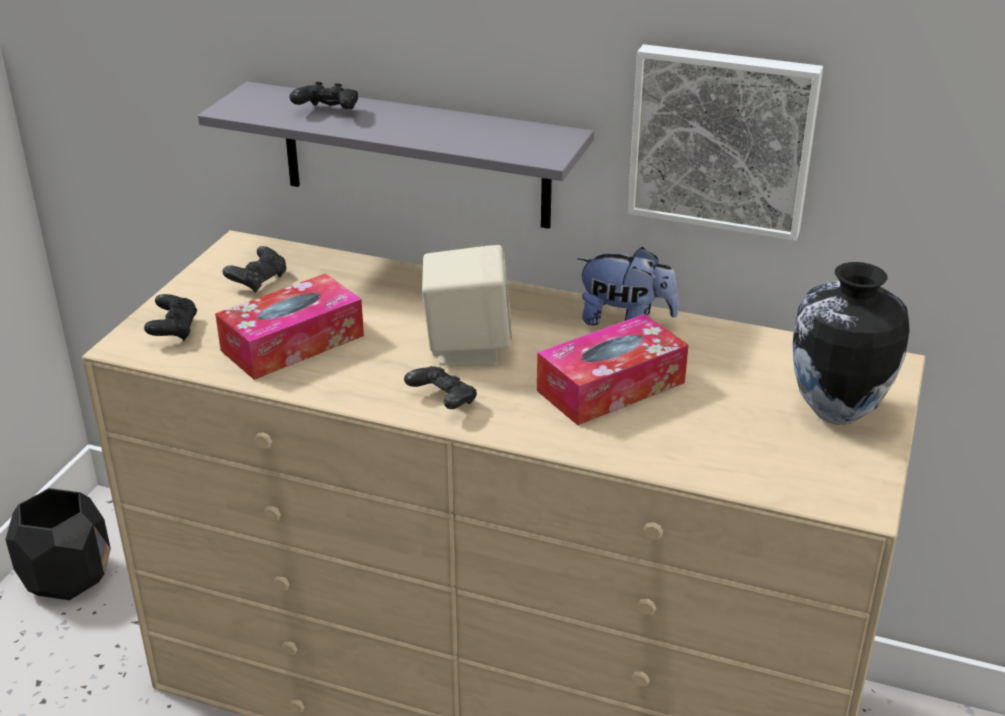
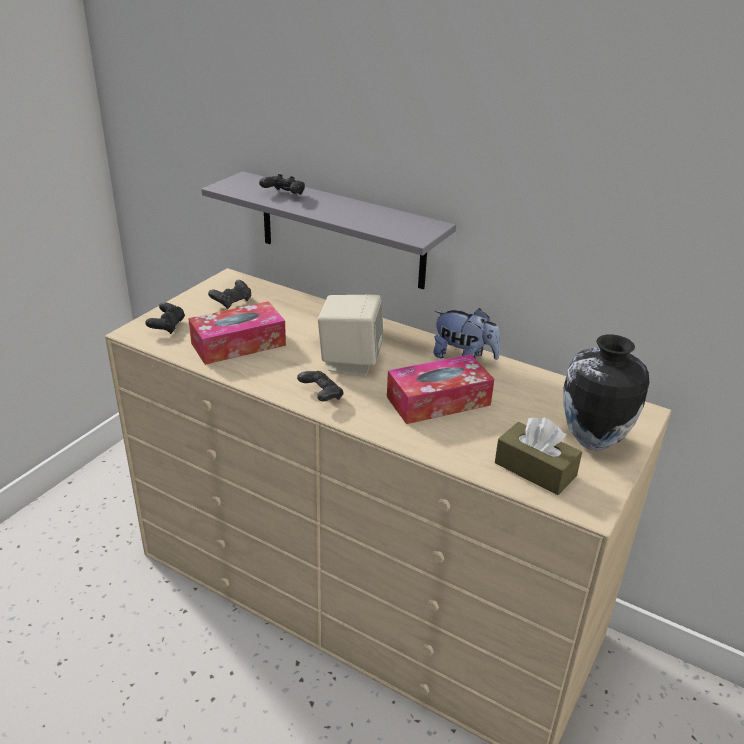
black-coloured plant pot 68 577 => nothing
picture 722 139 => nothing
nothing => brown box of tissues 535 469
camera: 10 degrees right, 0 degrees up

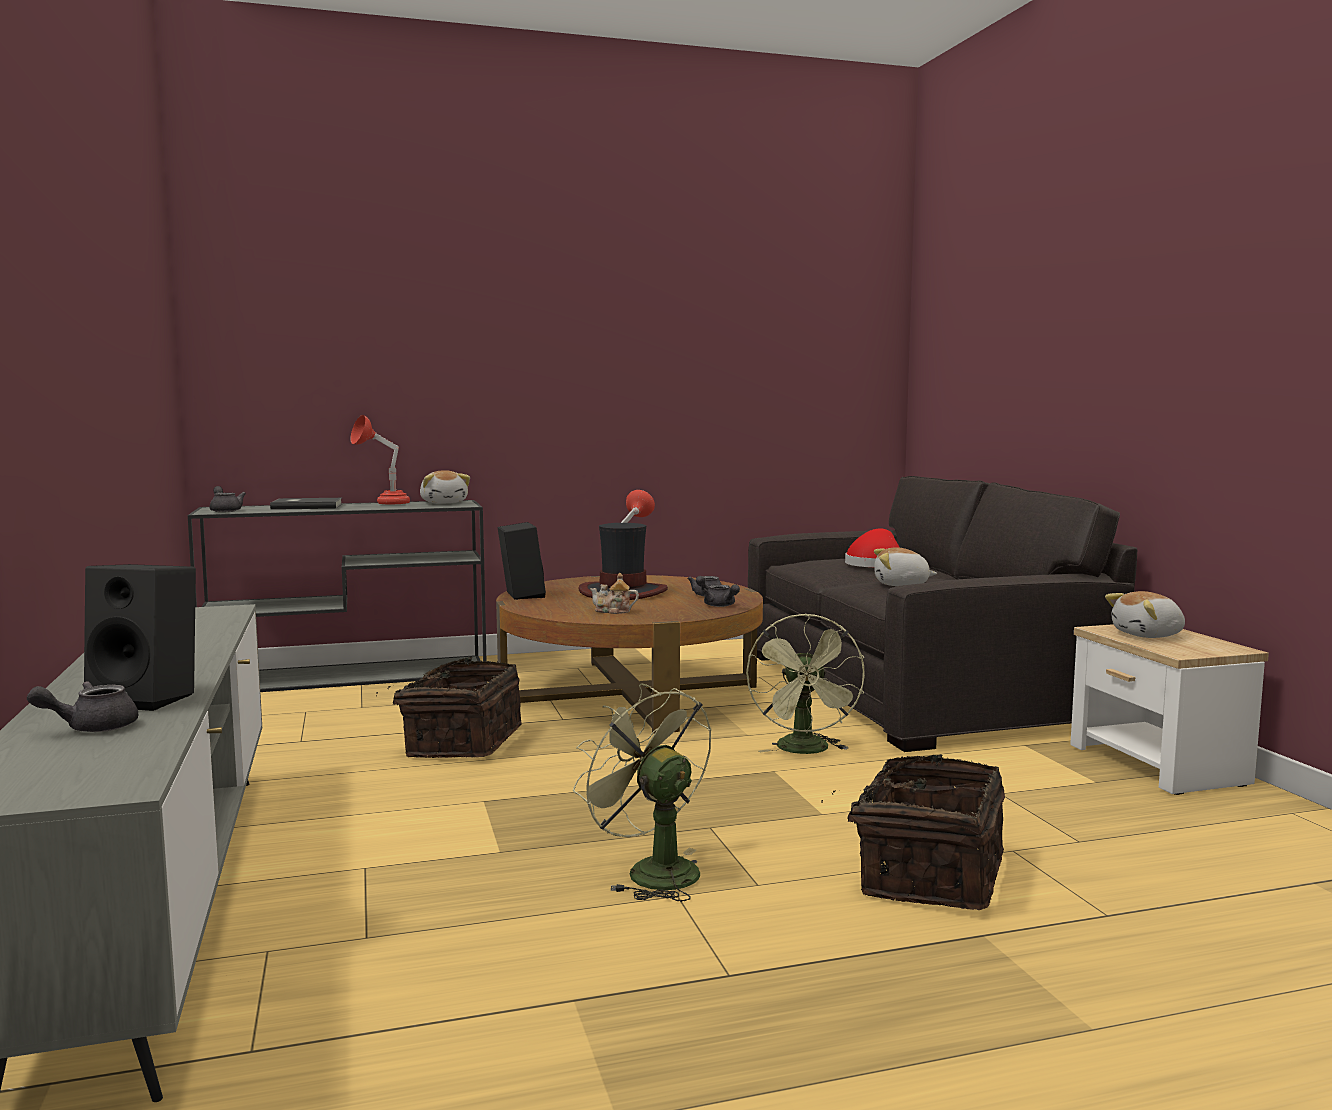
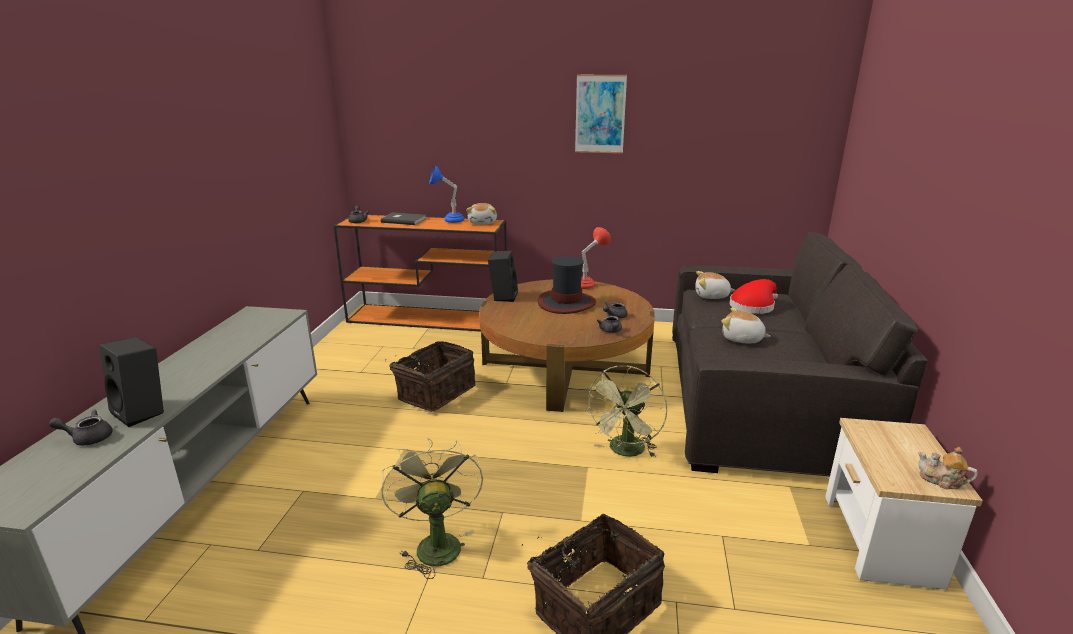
grey console table 351 675 => orange-coloured console table 430 318
red table lamp 383 503 => blue-coloured table lamp 448 220
tea pot 613 611 => tea pot 941 481, moved
cuddly toy 1148 635 => cuddly toy 711 296, moved
nothing => picture 600 114
camera: 25 degrees right, 15 degrees up

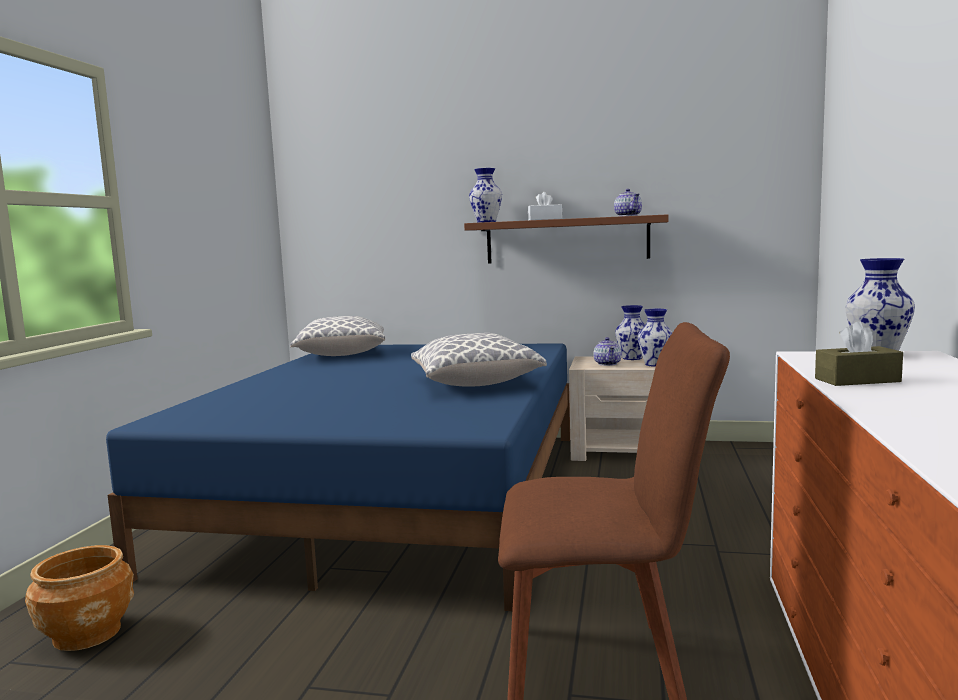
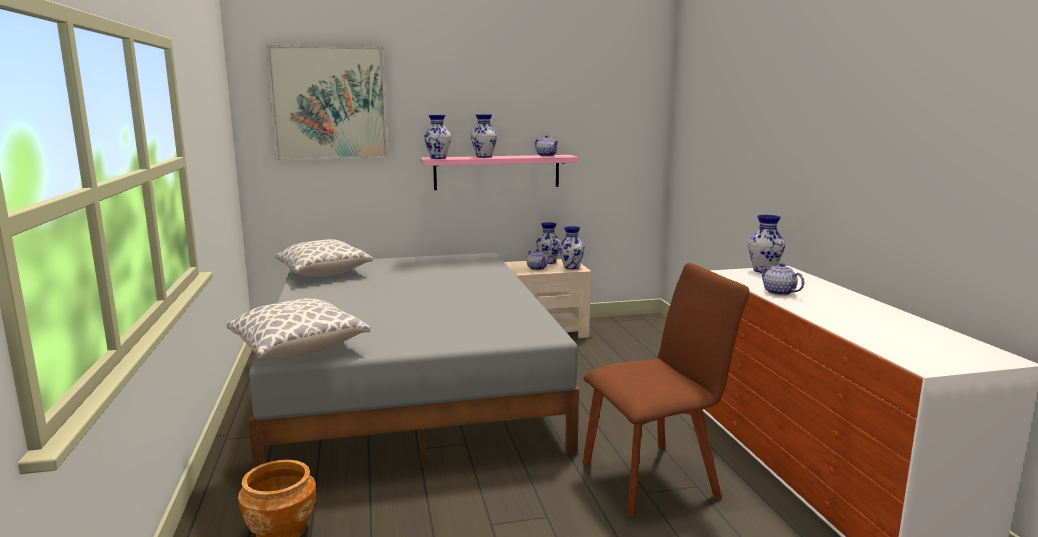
blue-coloured bed 398 494 => grey bed 410 386
throw pillow 475 384 => throw pillow 299 349, moved
brown bracket shelf 566 240 => pink-coloured bracket shelf 497 172
white-coloured box of tissues 545 219 => vase 484 157
brown box of tissues 857 380 => tea pot 779 292
nothing => picture 329 103
camera: 25 degrees left, 5 degrees up

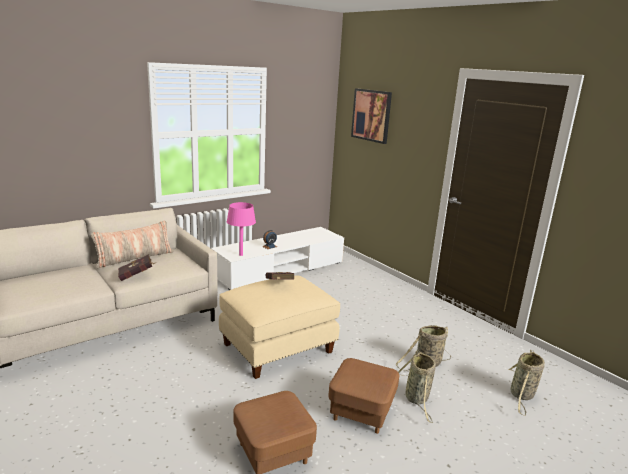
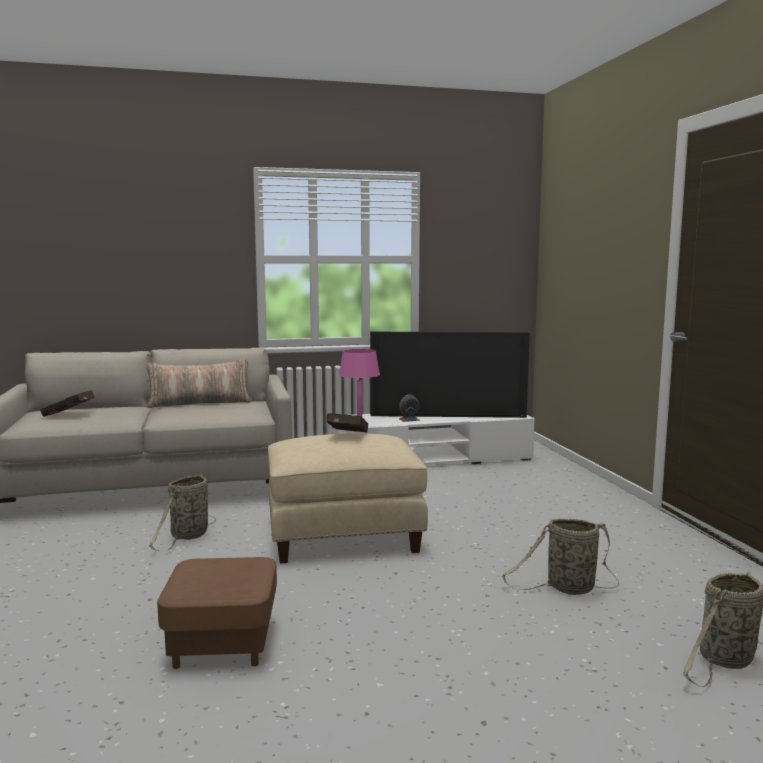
red bound book 137 276 => red bound book 70 415, moved
brown pouffe 361 411 => nothing
picture 371 115 => nothing
household basket 417 399 => household basket 188 536, moved
nothing => TV 448 414
camera: 25 degrees right, 10 degrees down

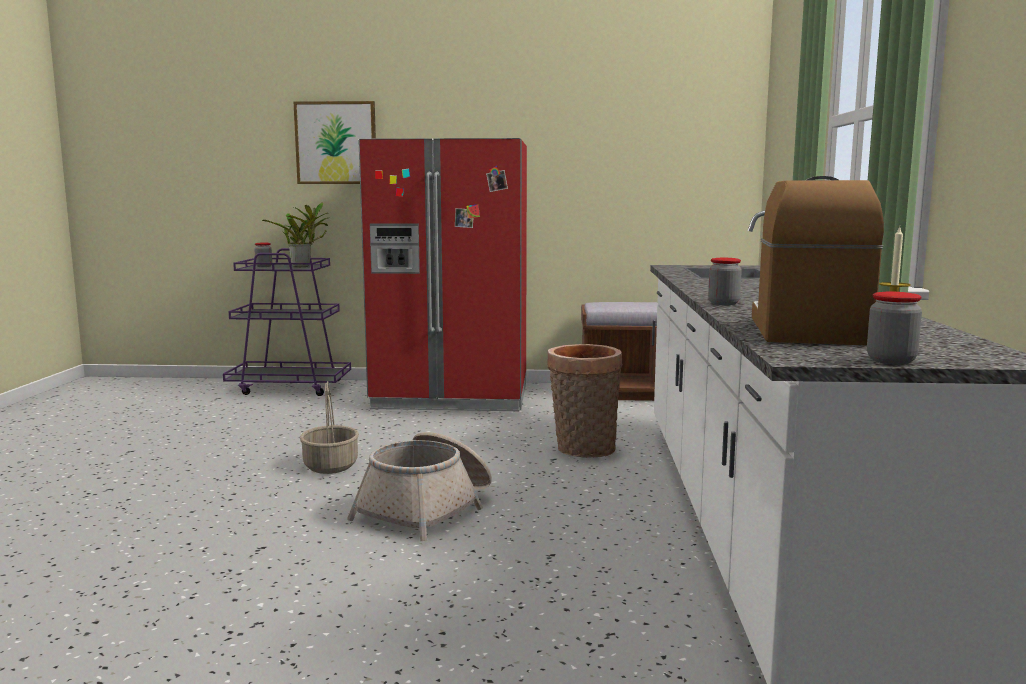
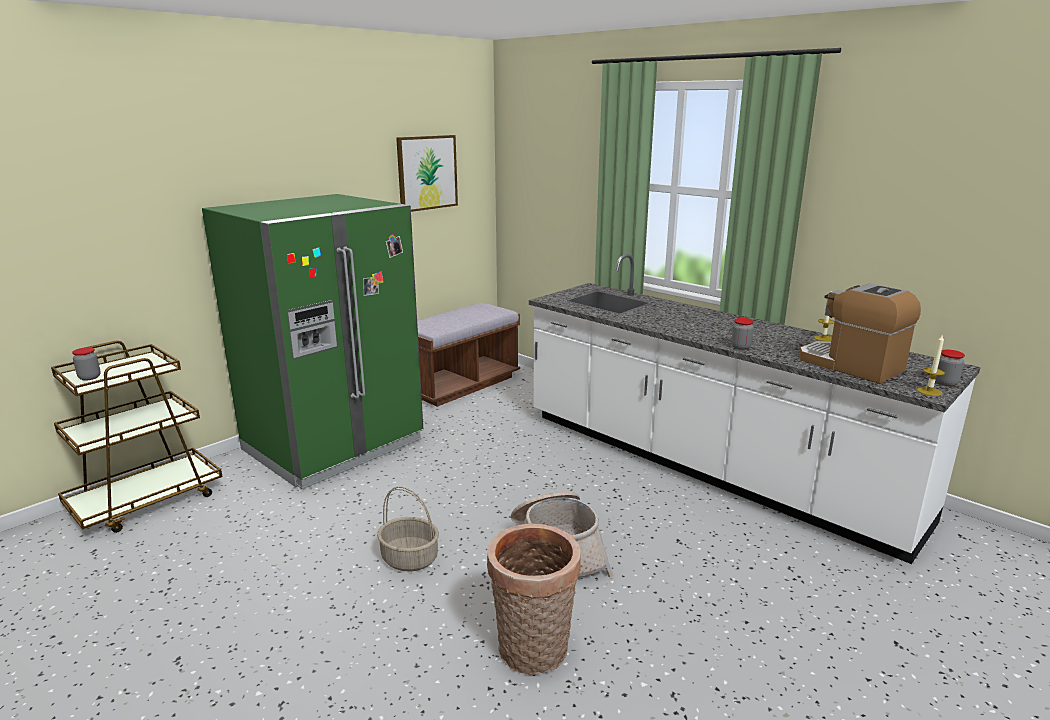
purple-coloured cart 290 387 => brown cart 147 501
houseplant 303 266 => nothing
picture 336 143 => picture 427 172, moved
red refrigerator 452 397 => greenish refrigerator 334 445
household basket 583 450 => household basket 533 653, moved
nothing => wax light 929 391
camera: 50 degrees left, 10 degrees up

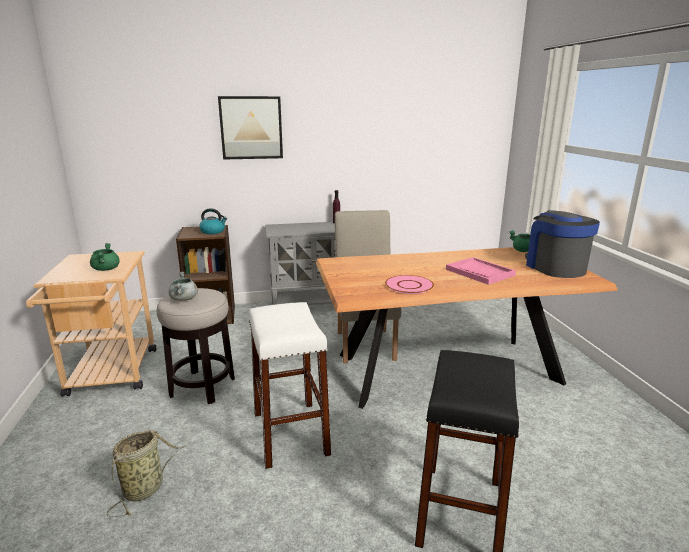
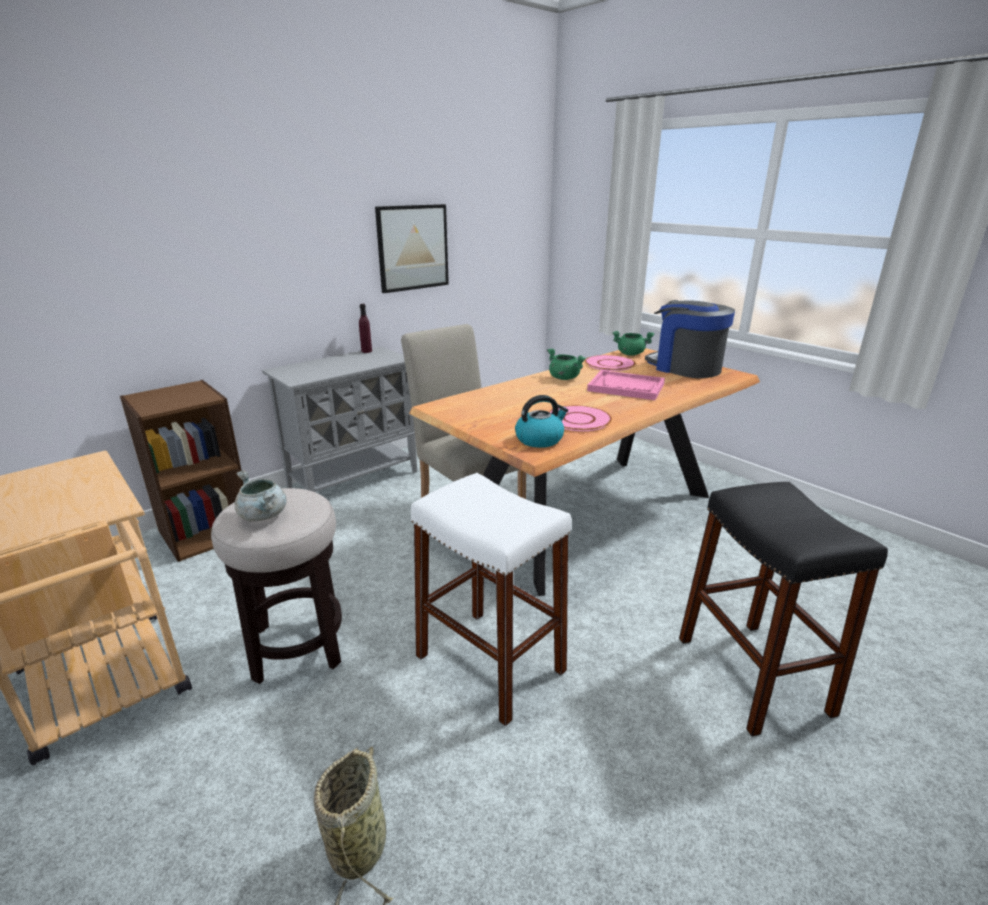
greenish cooking pot 106 269 => greenish cooking pot 563 378, moved
water kettle 213 231 => water kettle 540 439, moved
picture 251 128 => picture 413 248, moved
nothing => pink-coloured plate 609 364
camera: 30 degrees left, 5 degrees up

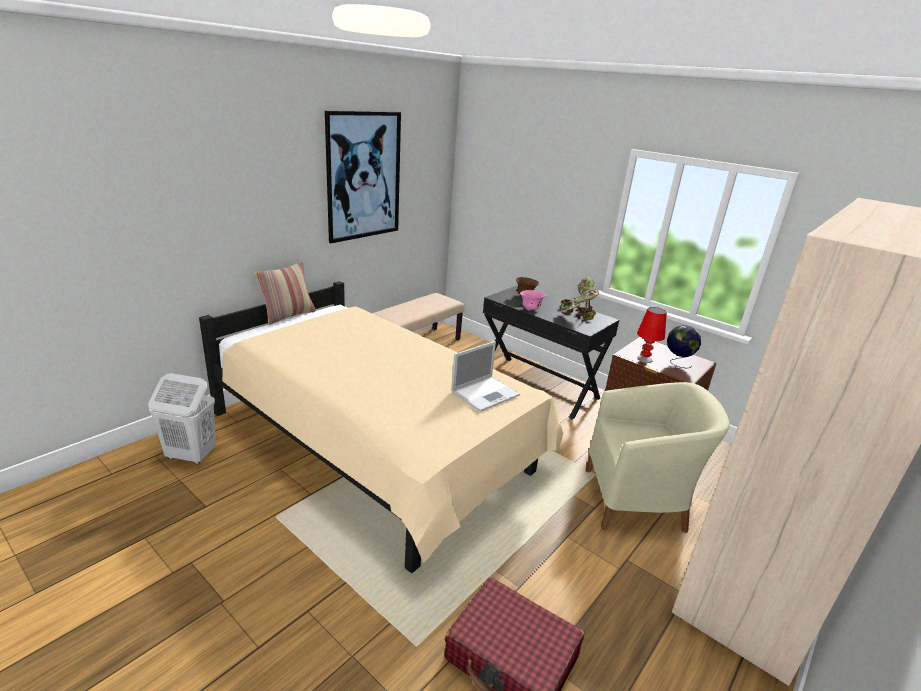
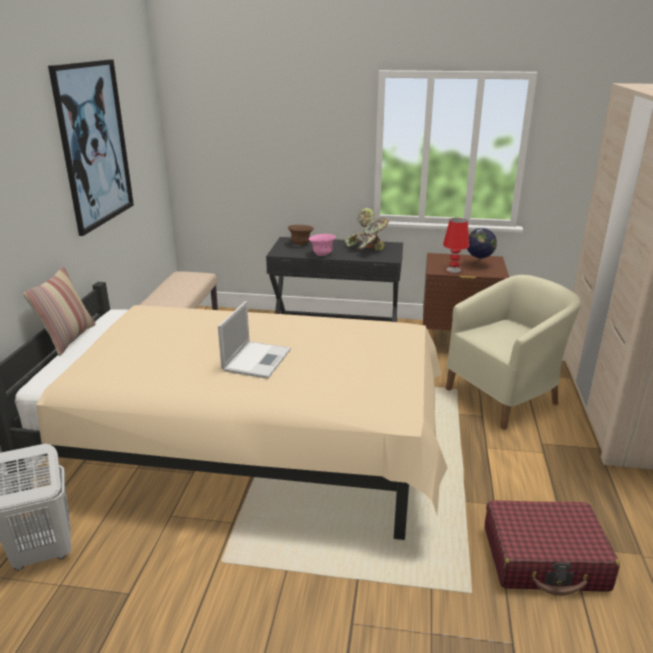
laptop 486 393 => laptop 257 359, moved
camera: 30 degrees left, 0 degrees up

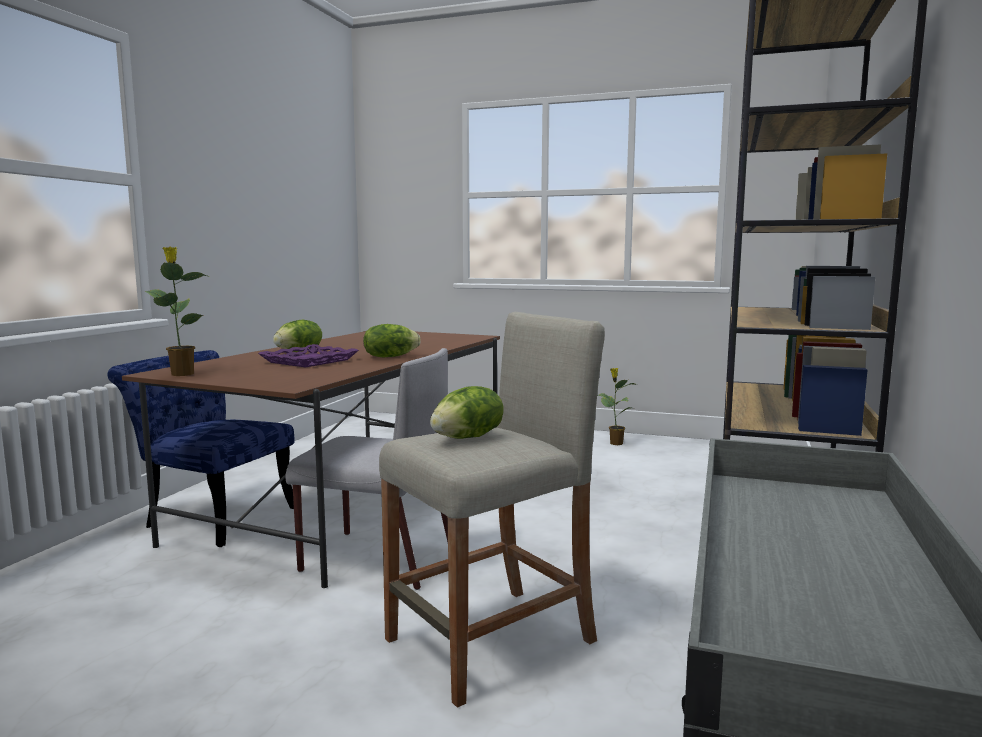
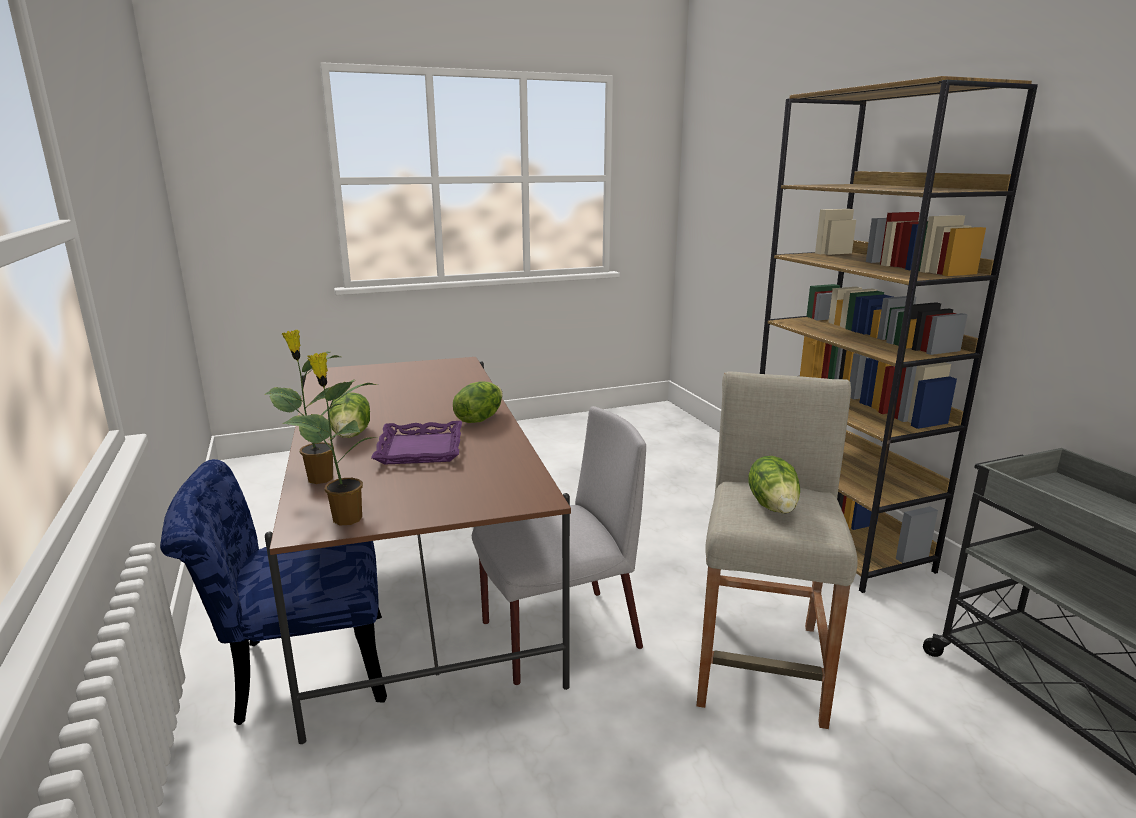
houseplant 615 443 => houseplant 318 478, moved
camera: 40 degrees left, 10 degrees up

